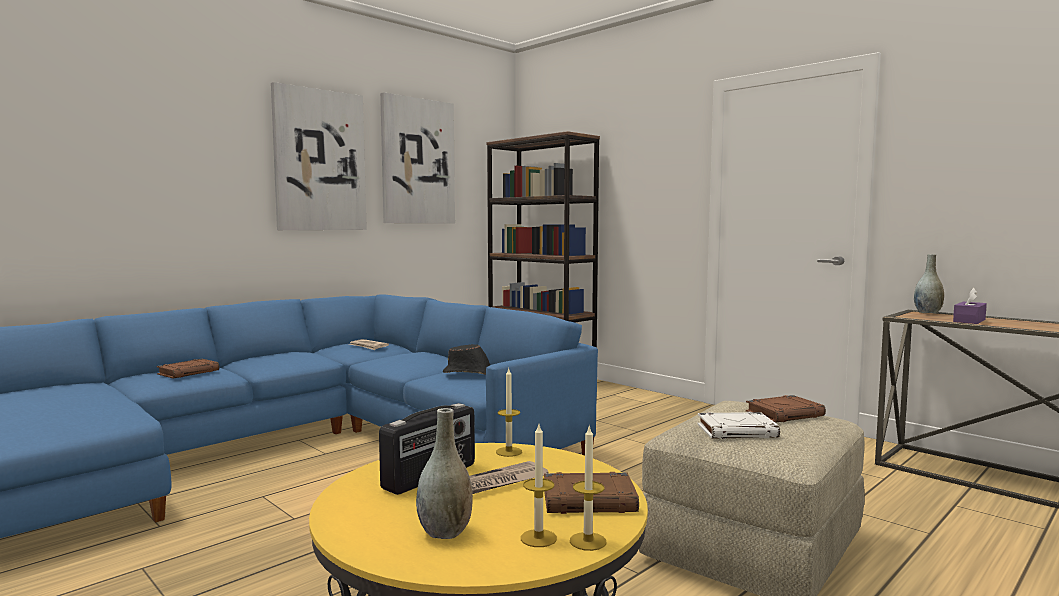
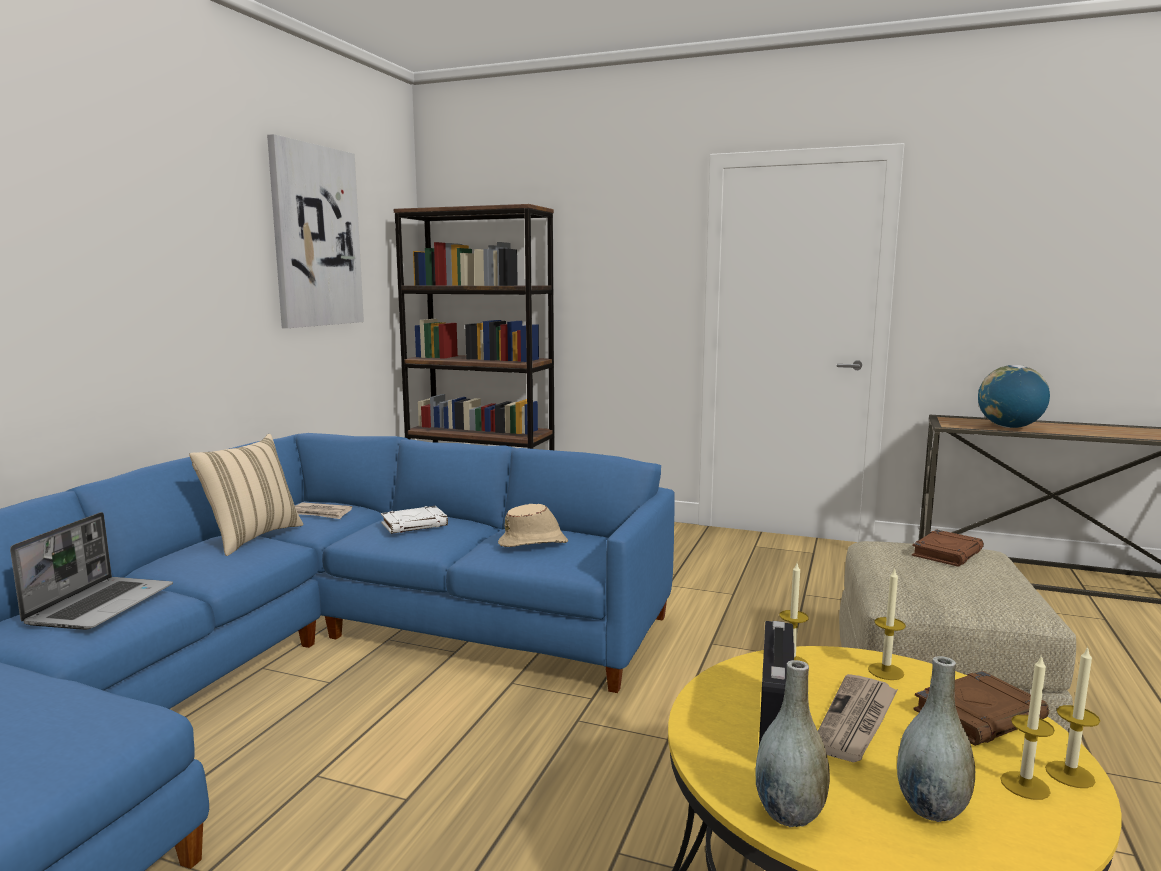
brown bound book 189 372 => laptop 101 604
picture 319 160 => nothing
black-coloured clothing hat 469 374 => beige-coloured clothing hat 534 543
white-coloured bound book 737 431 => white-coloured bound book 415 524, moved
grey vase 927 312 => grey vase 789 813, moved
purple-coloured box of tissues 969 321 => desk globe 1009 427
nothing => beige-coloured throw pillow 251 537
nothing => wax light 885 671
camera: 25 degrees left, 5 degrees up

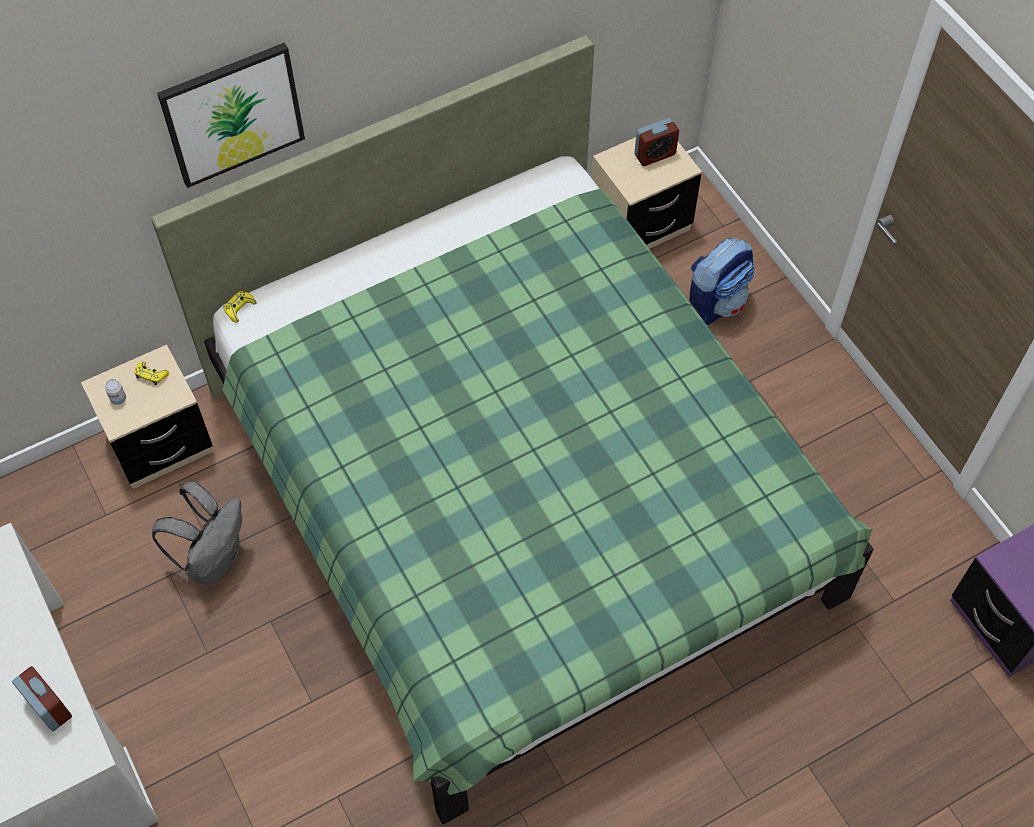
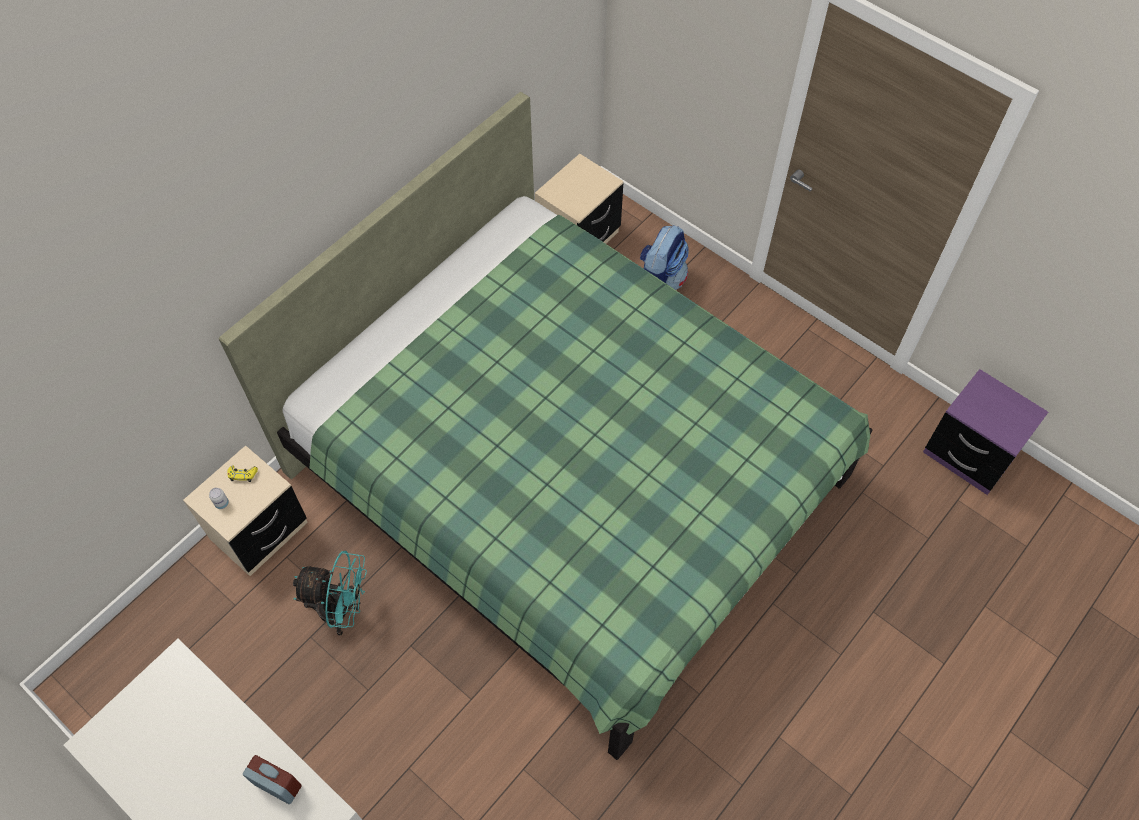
grey backpack 213 558 => blue-green fan 342 610
picture 232 114 => nothing
yellow gamepad 239 308 => nothing
alarm clock 655 155 => nothing
camera: 20 degrees left, 0 degrees up

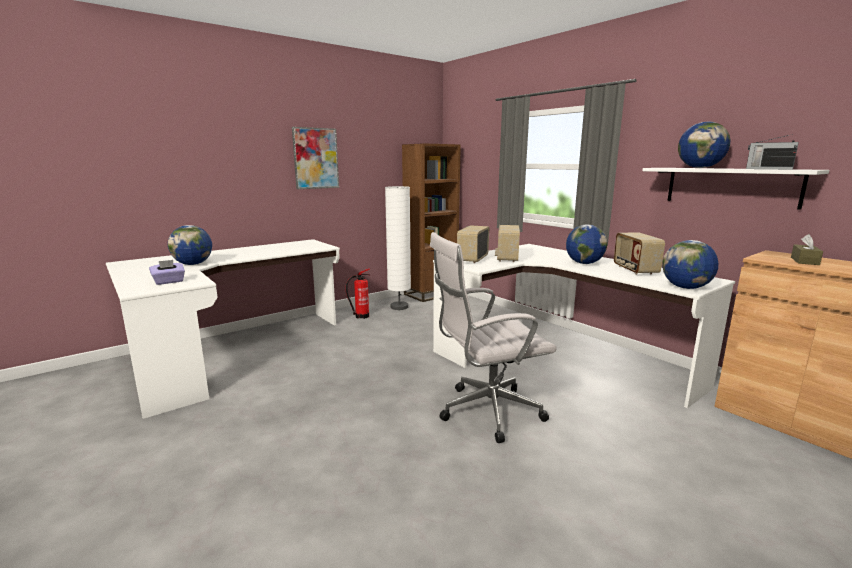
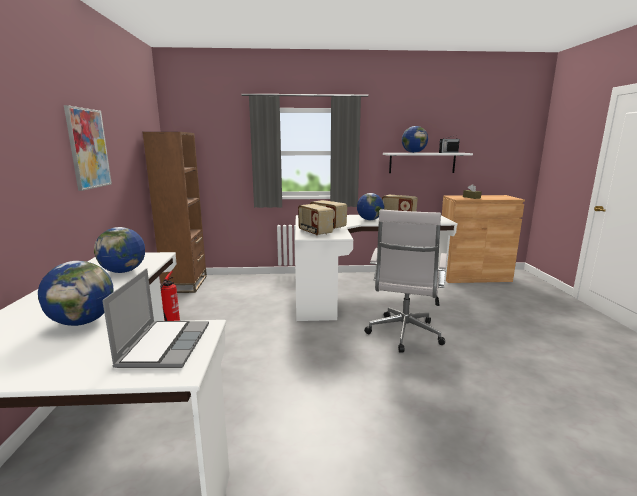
purple-coloured box of tissues 169 282 => laptop 164 345
white-coloured standing lamp 399 307 => nothing
desk globe 686 288 => desk globe 123 271, moved
camera: 55 degrees left, 0 degrees up

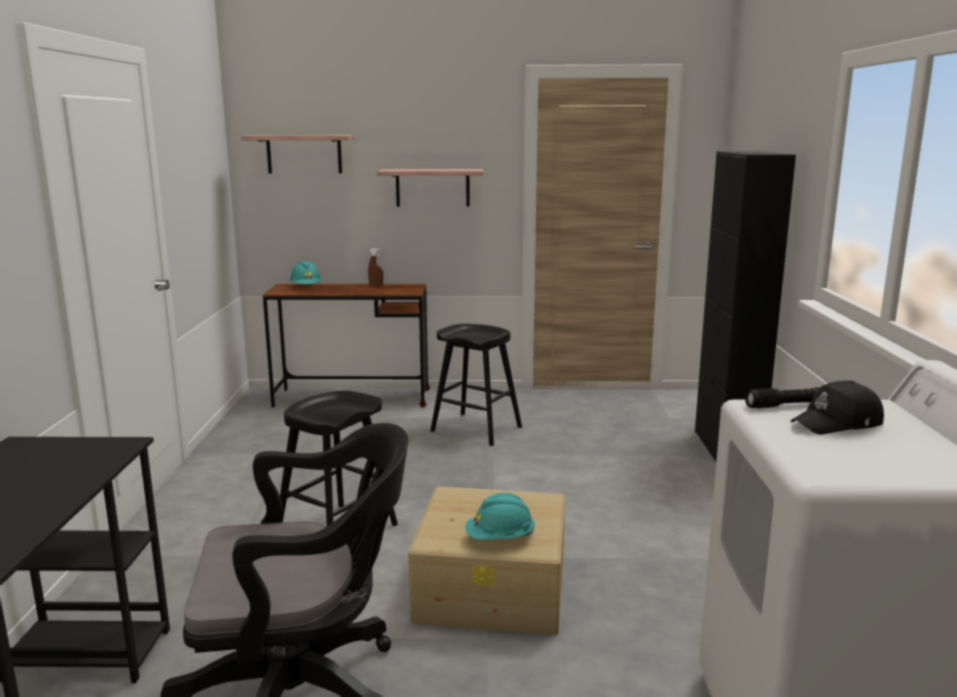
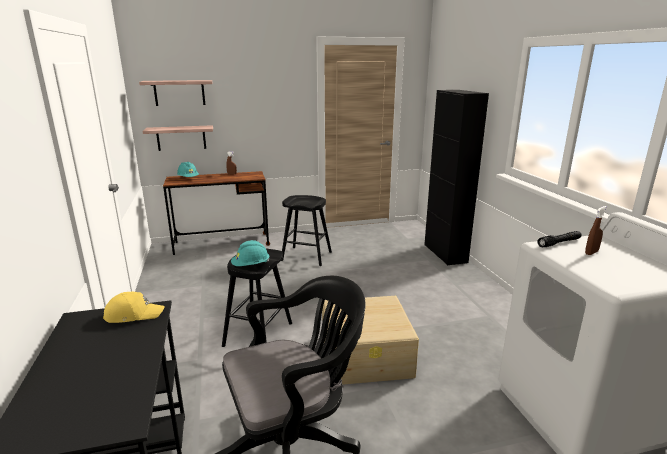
bracket shelf 432 187 => bracket shelf 181 138, moved
blue-green hard hat 500 539 => blue-green hard hat 251 266, moved
black-coloured baseball cap 838 423 => brown hand sprayer 591 253
nothing => yellow baseball cap 134 314
camera: 15 degrees left, 5 degrees up

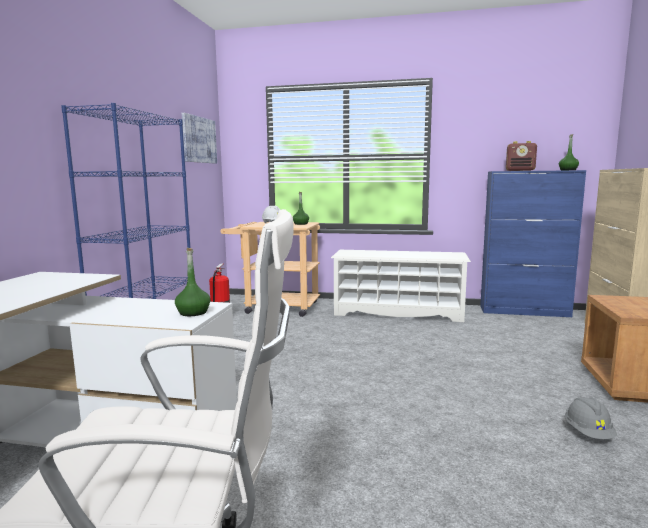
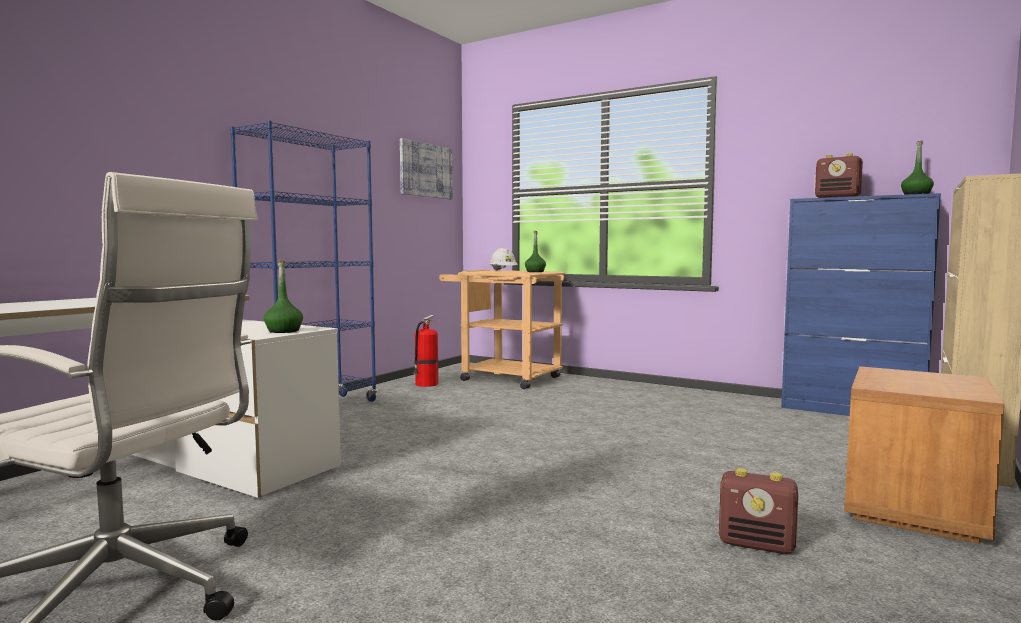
white-coloured shoe stand 398 312 => nothing
grey hard hat 588 433 => radio set 757 545
camera: 20 degrees right, 5 degrees down

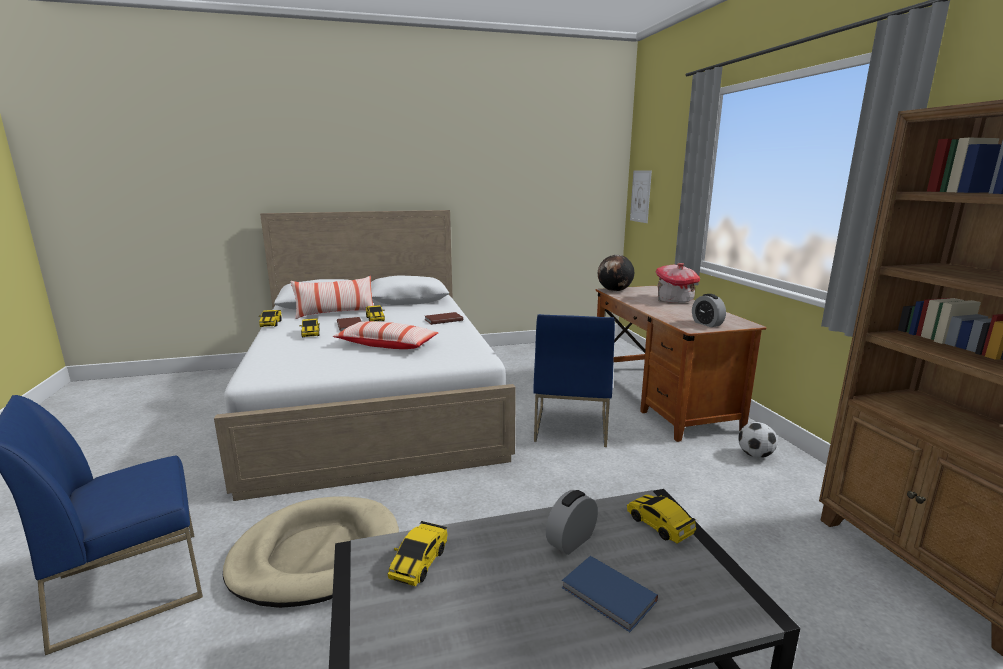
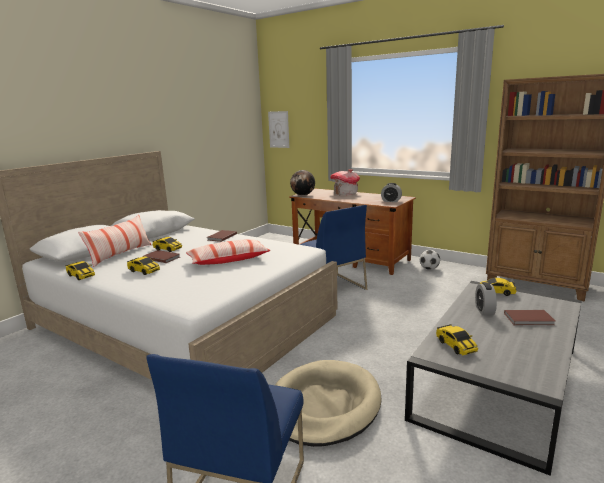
blue-coloured bound book 608 596 => brown bound book 529 319
camera: 40 degrees left, 0 degrees up

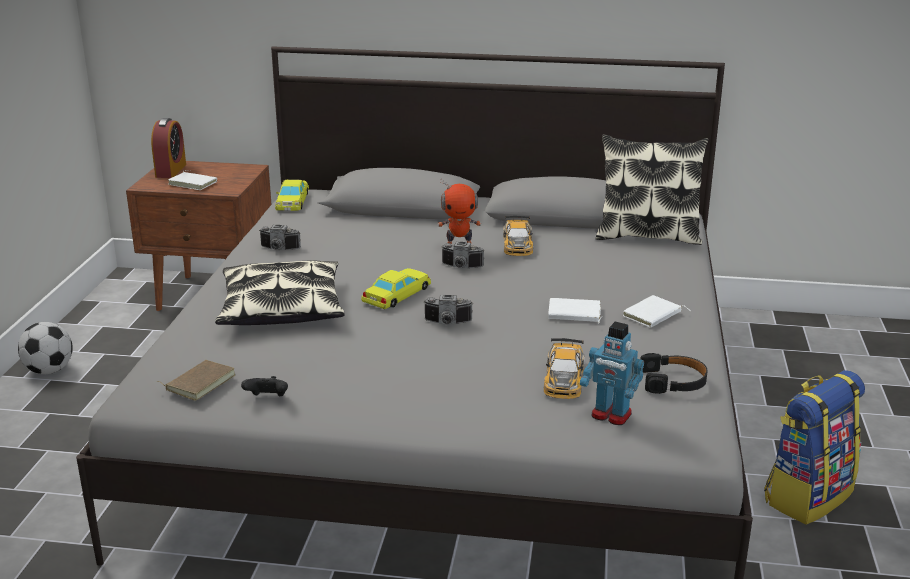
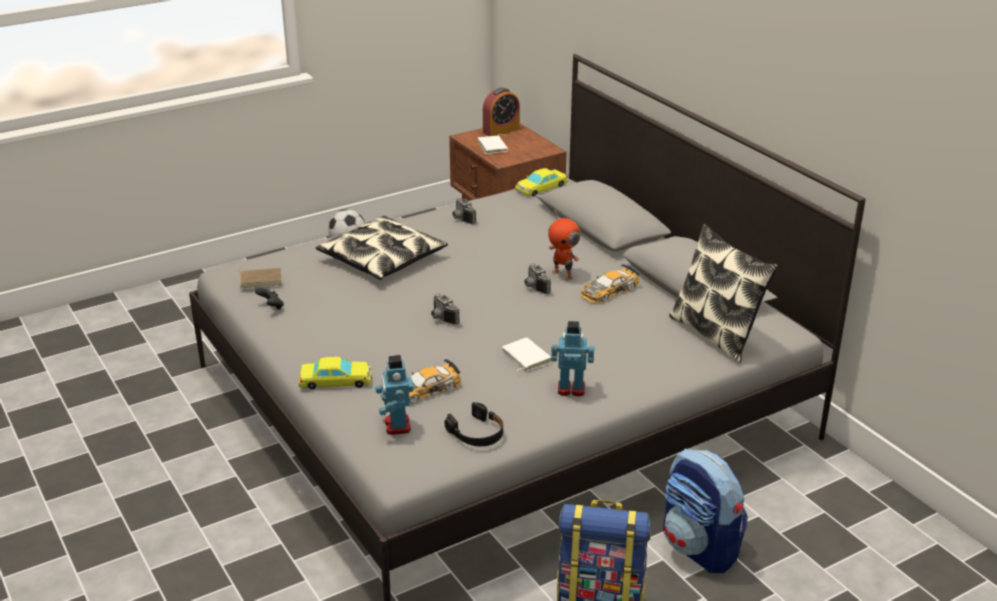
yellow model car 397 294 => yellow model car 336 380, moved
white-coloured bound book 653 315 => model robot 571 388
nothing => backpack 700 548
camera: 50 degrees right, 5 degrees up

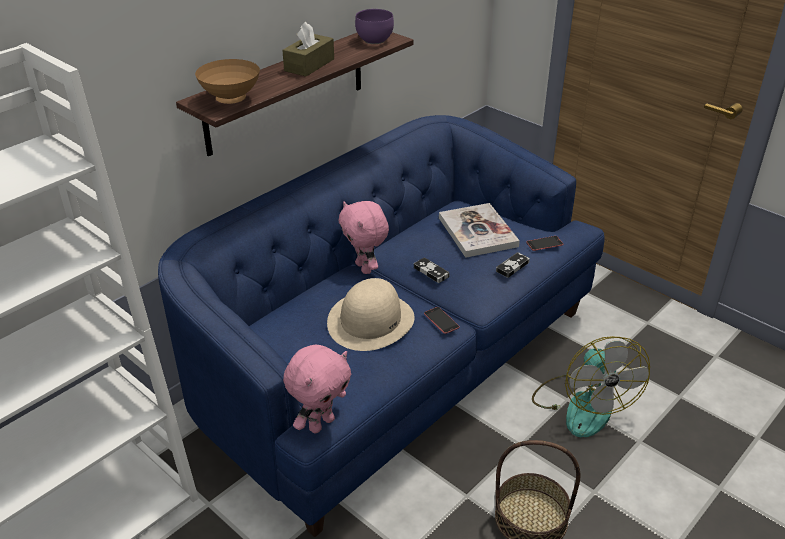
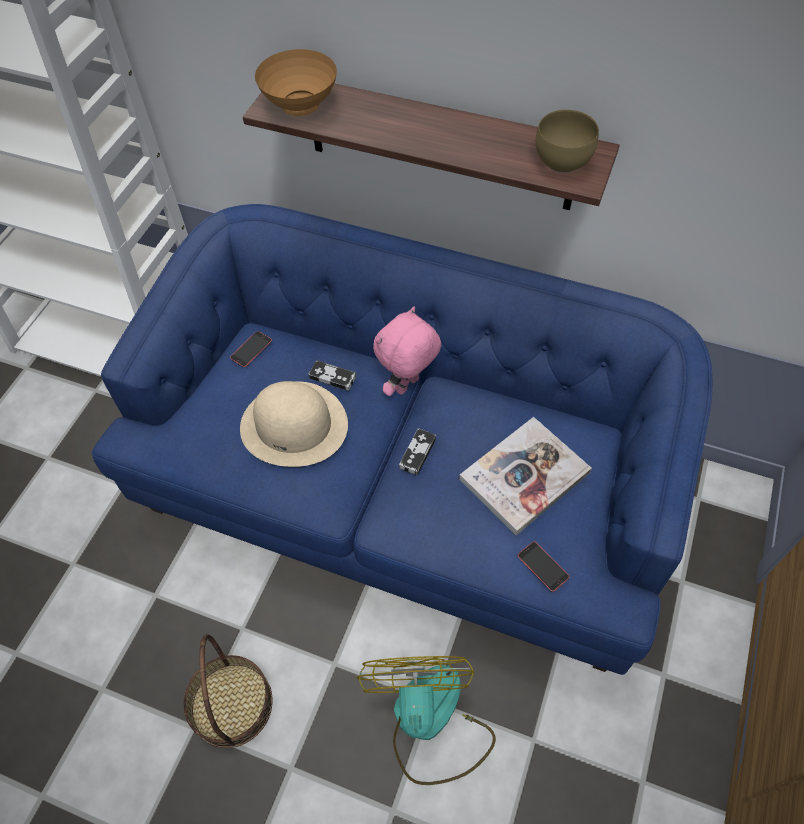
brown box of tissues 309 65 => nothing
pink-coloured cuddly toy 321 423 => nothing
purple-coloured deep dish 374 41 => brown deep dish 560 162
phone 441 320 => phone 251 349, moved
gamepad 512 267 => gamepad 332 377, moved
fan 582 404 => fan 429 722, 120 degrees clockwise
camera: 70 degrees right, 20 degrees up

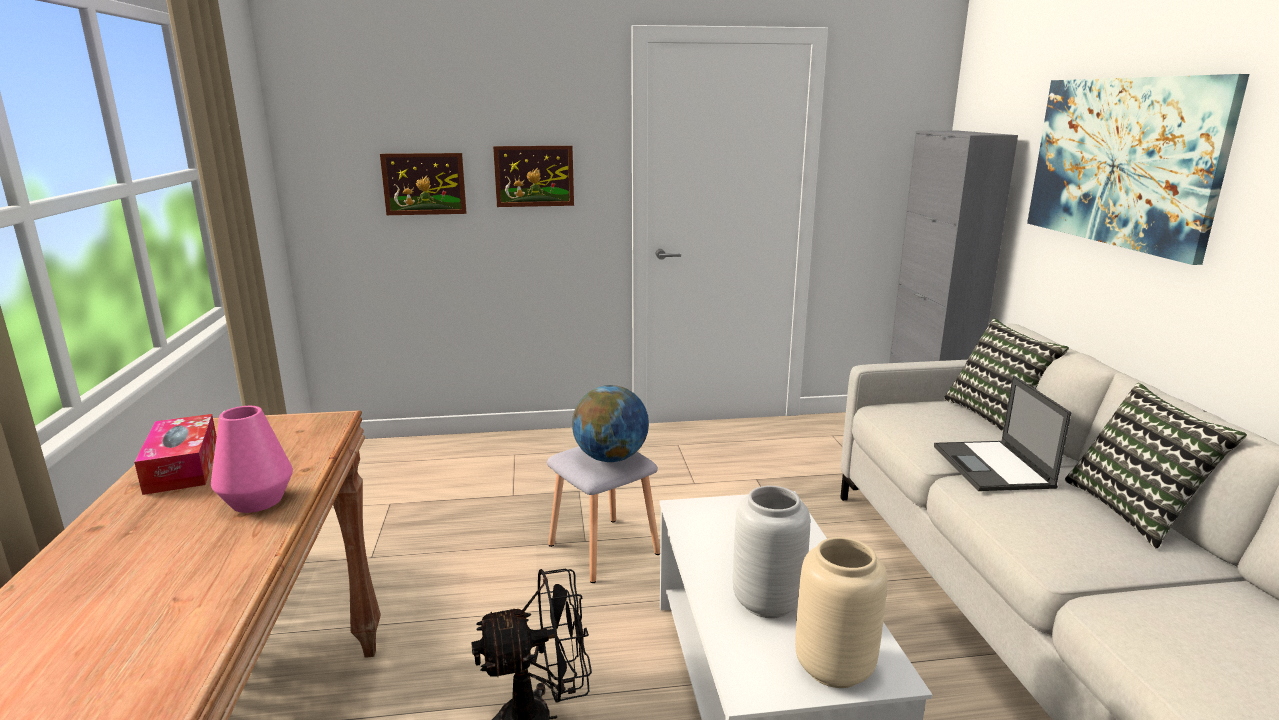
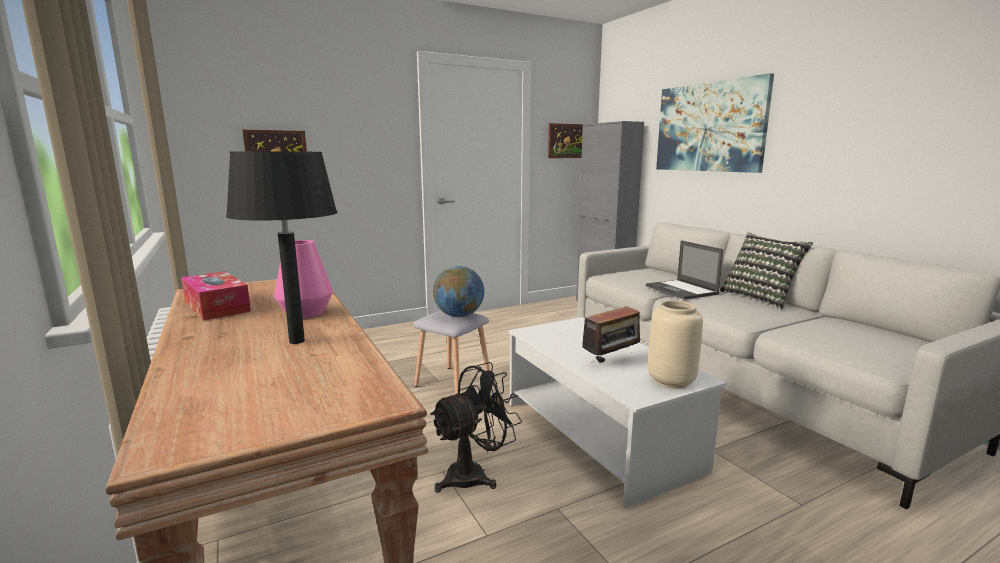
picture 534 176 => picture 566 141, moved
grey vase 767 601 => radio set 611 361
throw pillow 996 415 => nothing
nothing => black-coloured table lamp 296 341
camera: 20 degrees left, 5 degrees down

